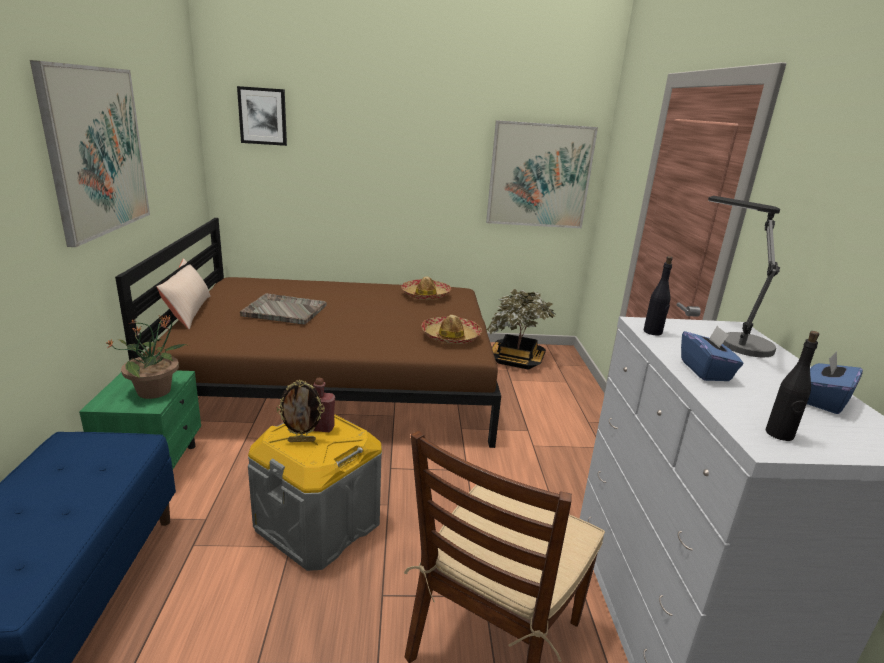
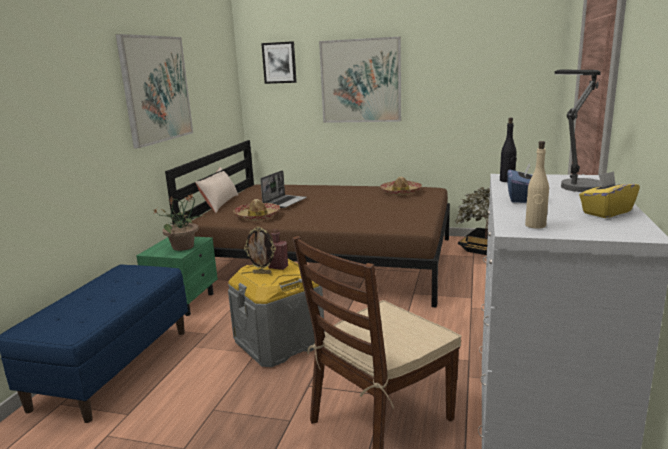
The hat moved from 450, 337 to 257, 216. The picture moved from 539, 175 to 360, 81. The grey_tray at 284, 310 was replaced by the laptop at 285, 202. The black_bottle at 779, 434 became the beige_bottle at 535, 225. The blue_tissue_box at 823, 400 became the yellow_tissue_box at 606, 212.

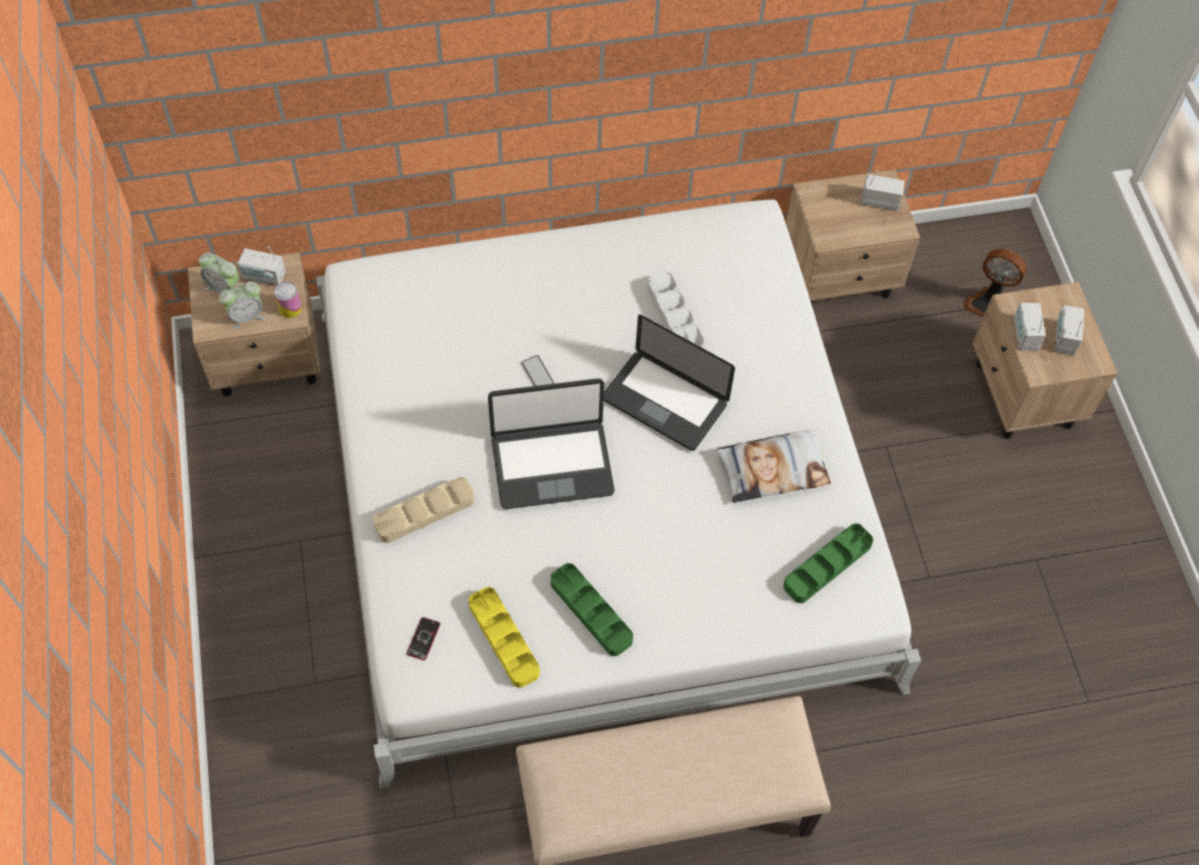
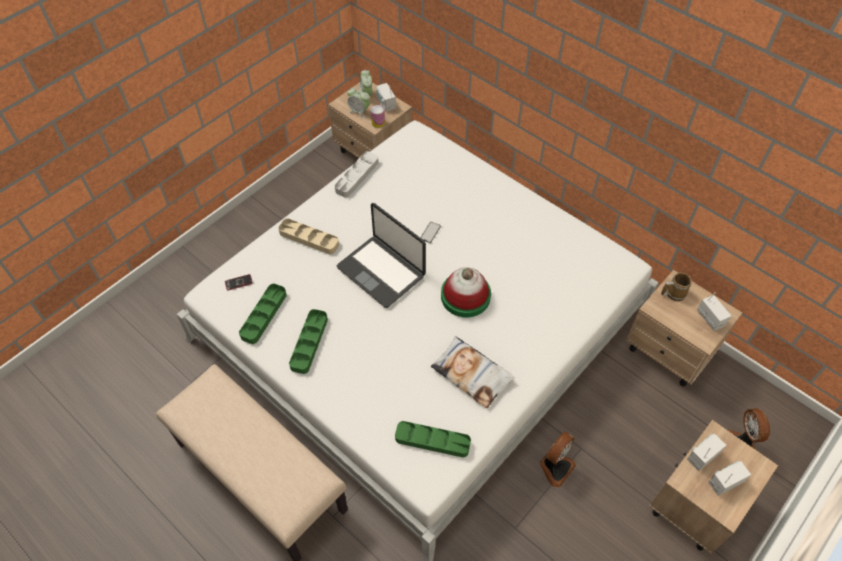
The fan at 555, 467 appeared. The mug at 674, 292 appeared. The grey_tray moved from 674, 317 to 357, 176. The laptop at 664, 402 was replaced by the hat at 465, 296. The yellow_tray at 504, 639 became the green_tray at 264, 315.

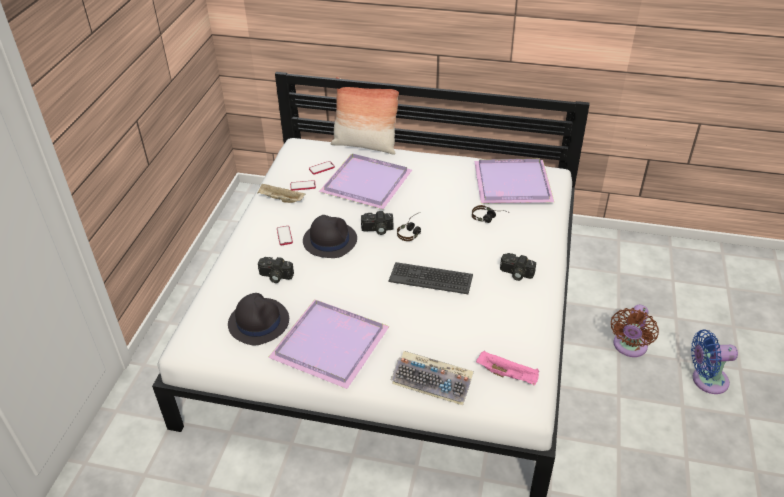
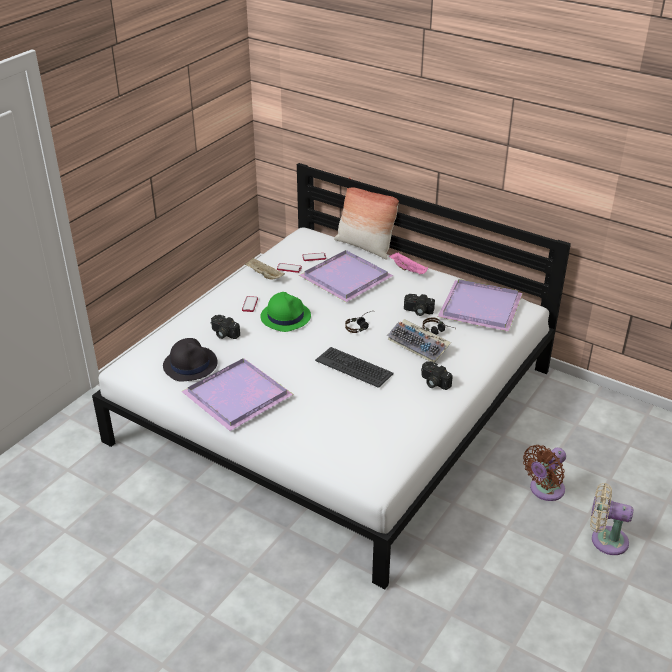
The photo_camera moved from 377, 230 to 418, 311. The keyboard moved from 433, 382 to 419, 345. The pink_tray moved from 508, 375 to 408, 270. The black_hat at 329, 240 became the green_hat at 285, 316. The blue_fan at 706, 380 became the beige_fan at 605, 539.

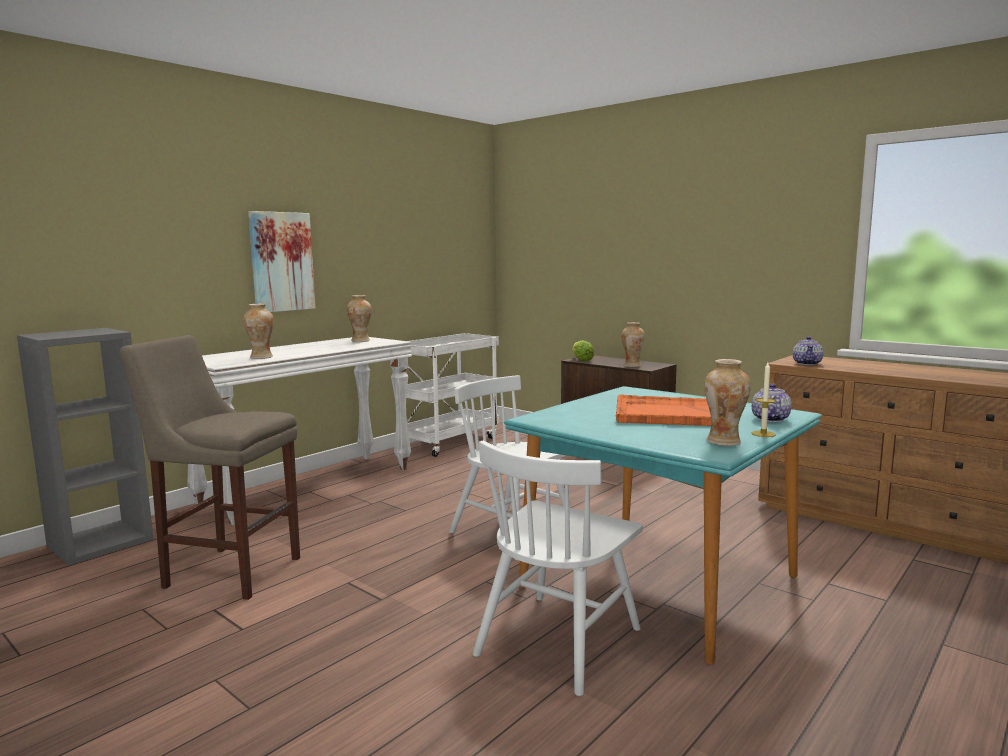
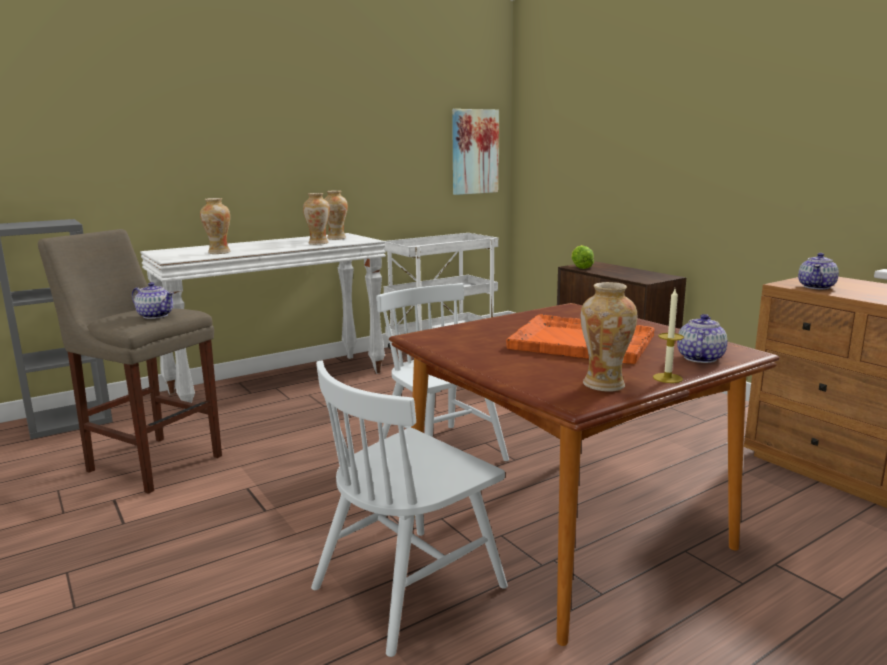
The teapot at 155, 315 appeared. The picture moved from 281, 262 to 474, 152. The vase moved from 632, 366 to 318, 243. The turquoise_dining_table at 658, 581 became the brown_dining_table at 564, 531.

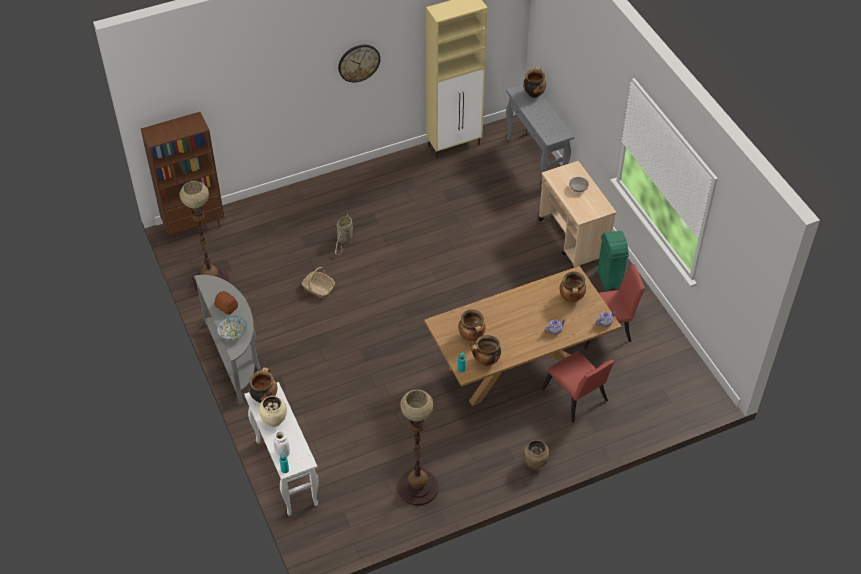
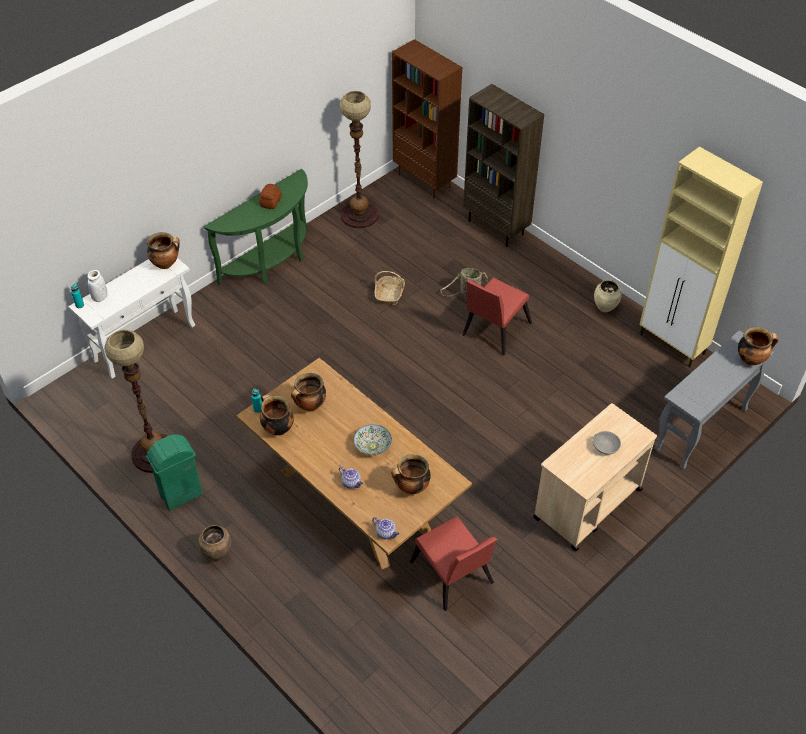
The wall_clock at 358, 62 disappeared. The brown_bookcase at 496, 227 appeared. The bowl moved from 233, 333 to 373, 446. The beige_vase moved from 274, 421 to 605, 307. The red_chair moved from 576, 398 to 493, 331. The green_trash_can moved from 609, 280 to 181, 495. The grey_console_table at 236, 358 became the green_console_table at 271, 263.

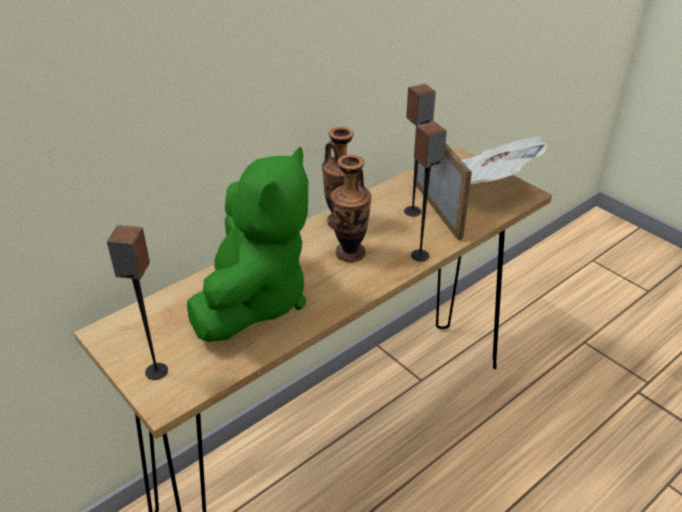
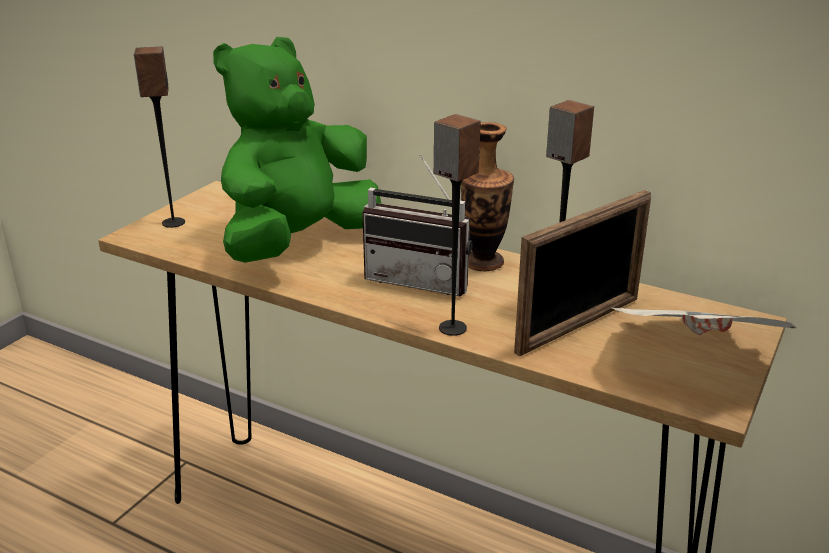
The vase at 350, 253 was replaced by the radio at 421, 280. The green_plush_toy at 254, 300 turned 135 degrees clockwise.

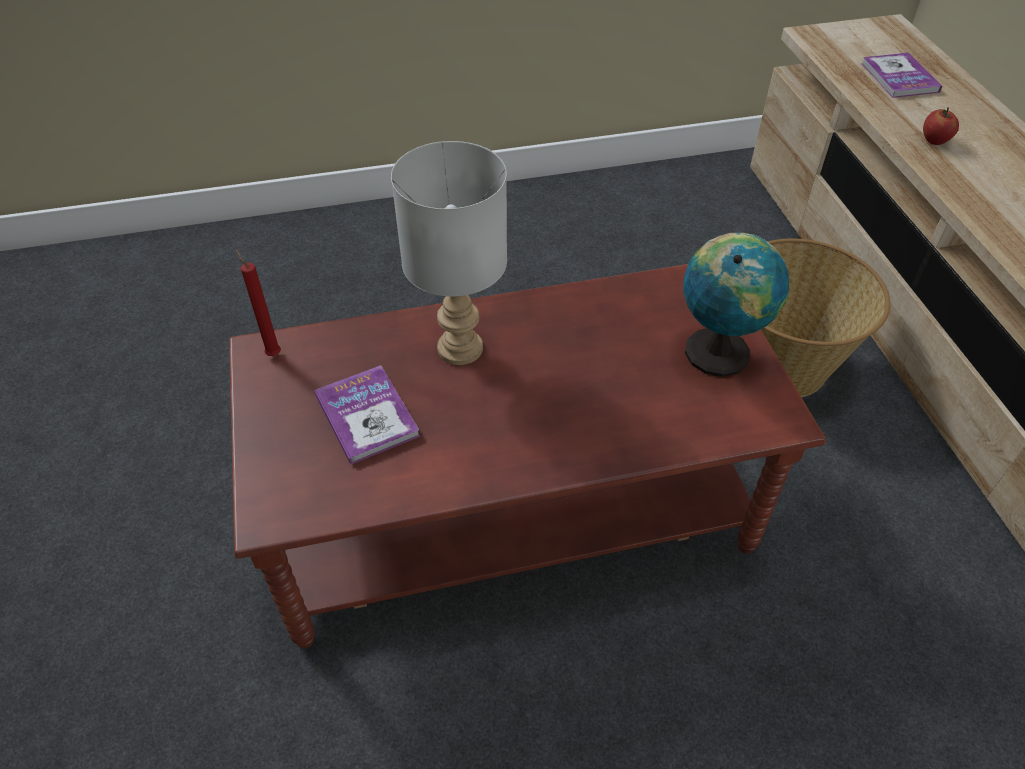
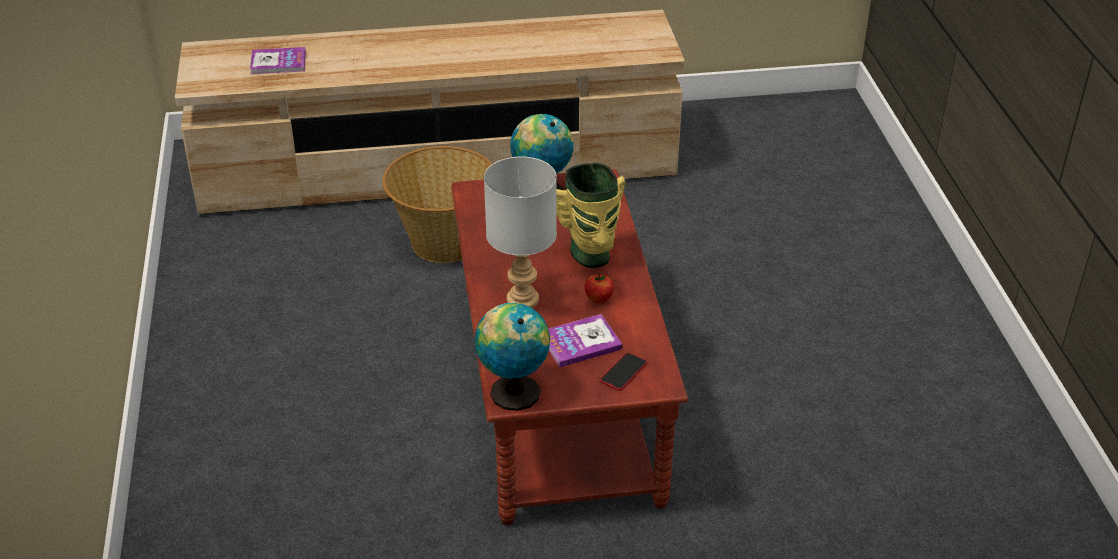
The vase at 591, 256 appeared. The phone at 623, 372 appeared. The apple moved from 934, 141 to 598, 299. The red_candle at 272, 353 was replaced by the globe at 512, 391.

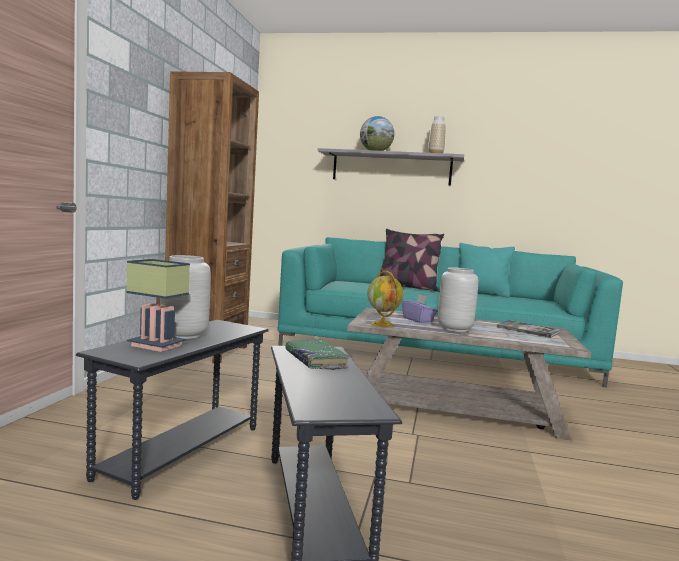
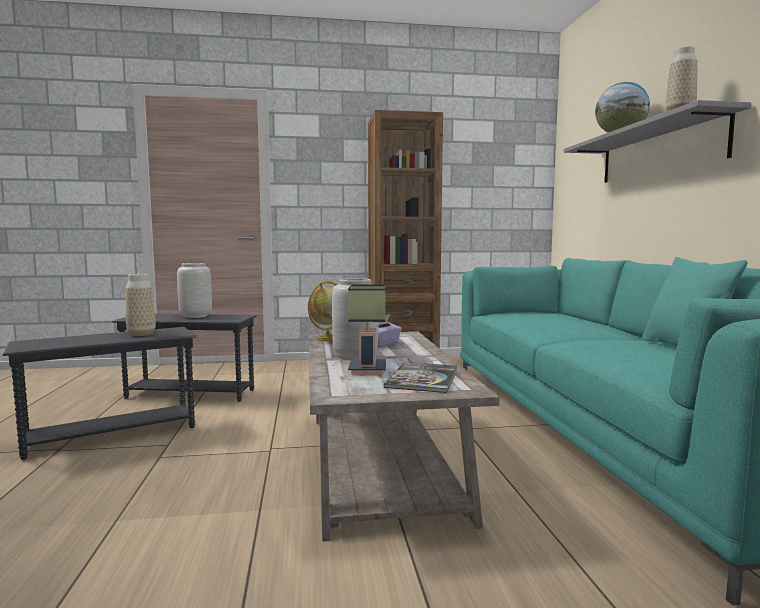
The pillow at 407, 287 disappeared. The table_lamp moved from 159, 345 to 369, 370. The green_book at 315, 361 was replaced by the vase at 141, 334.

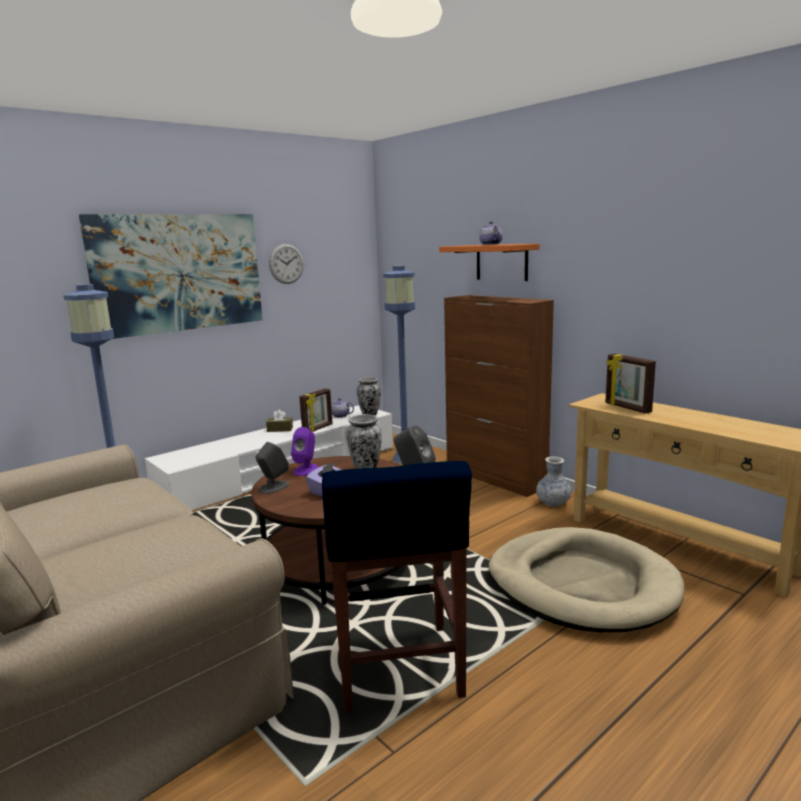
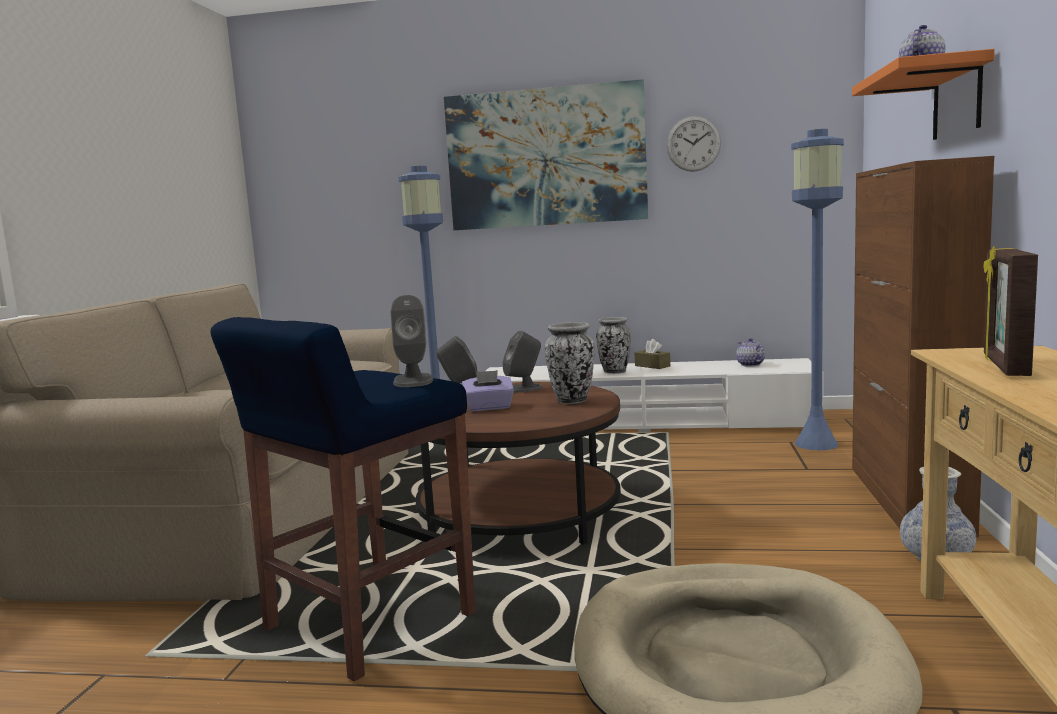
The picture_frame at 318, 429 disappeared. The vase moved from 370, 414 to 614, 372. The purple_speaker at 306, 470 became the grey_speaker at 524, 388.

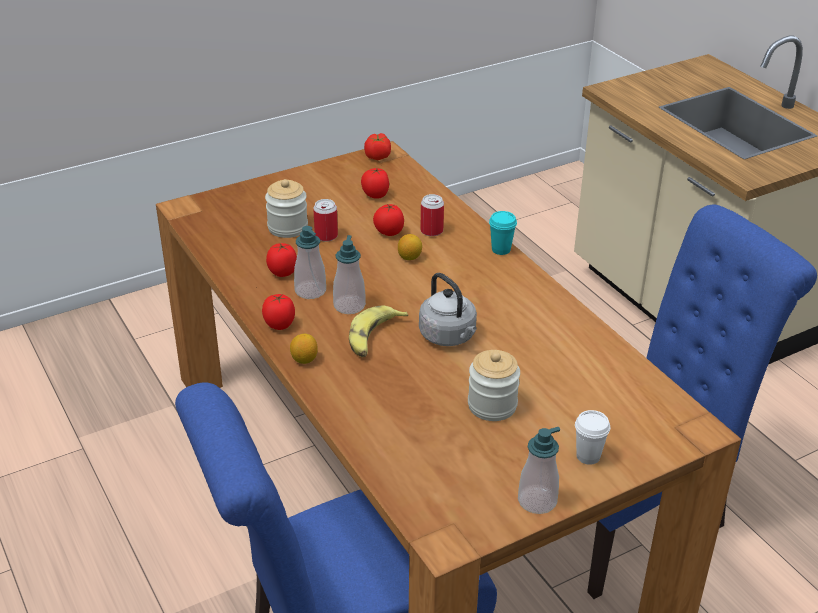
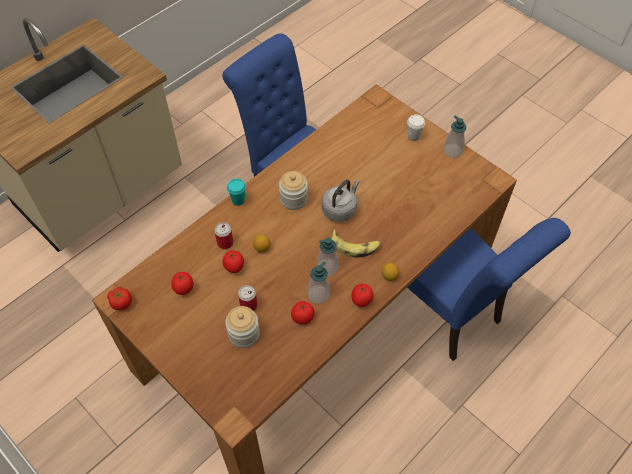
The jar moved from 492, 405 to 293, 199.

